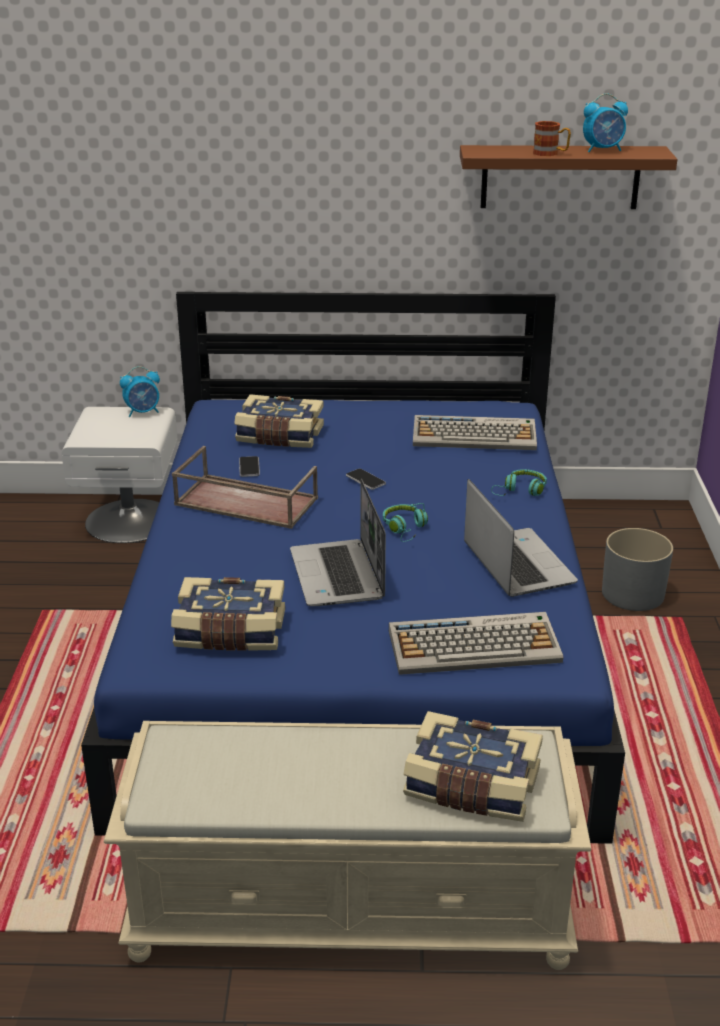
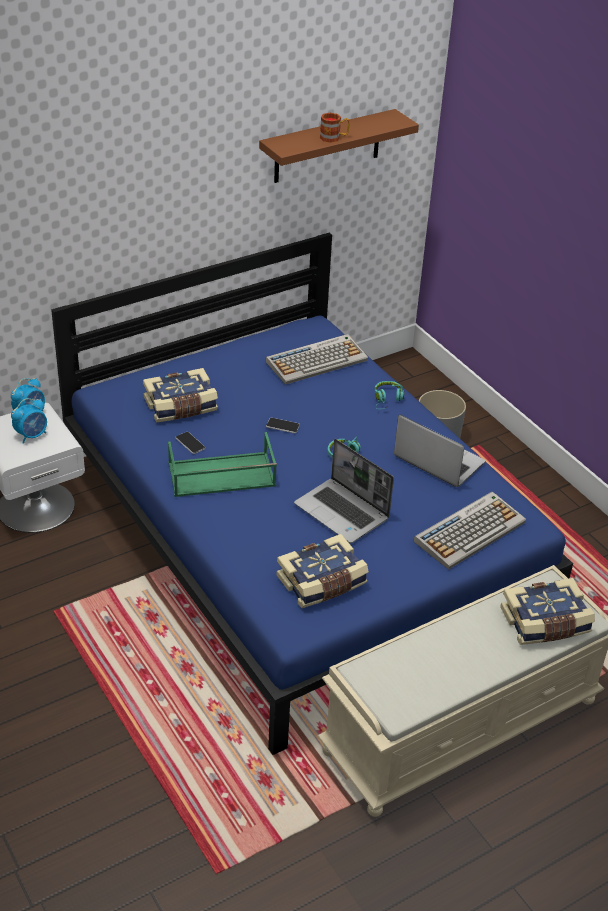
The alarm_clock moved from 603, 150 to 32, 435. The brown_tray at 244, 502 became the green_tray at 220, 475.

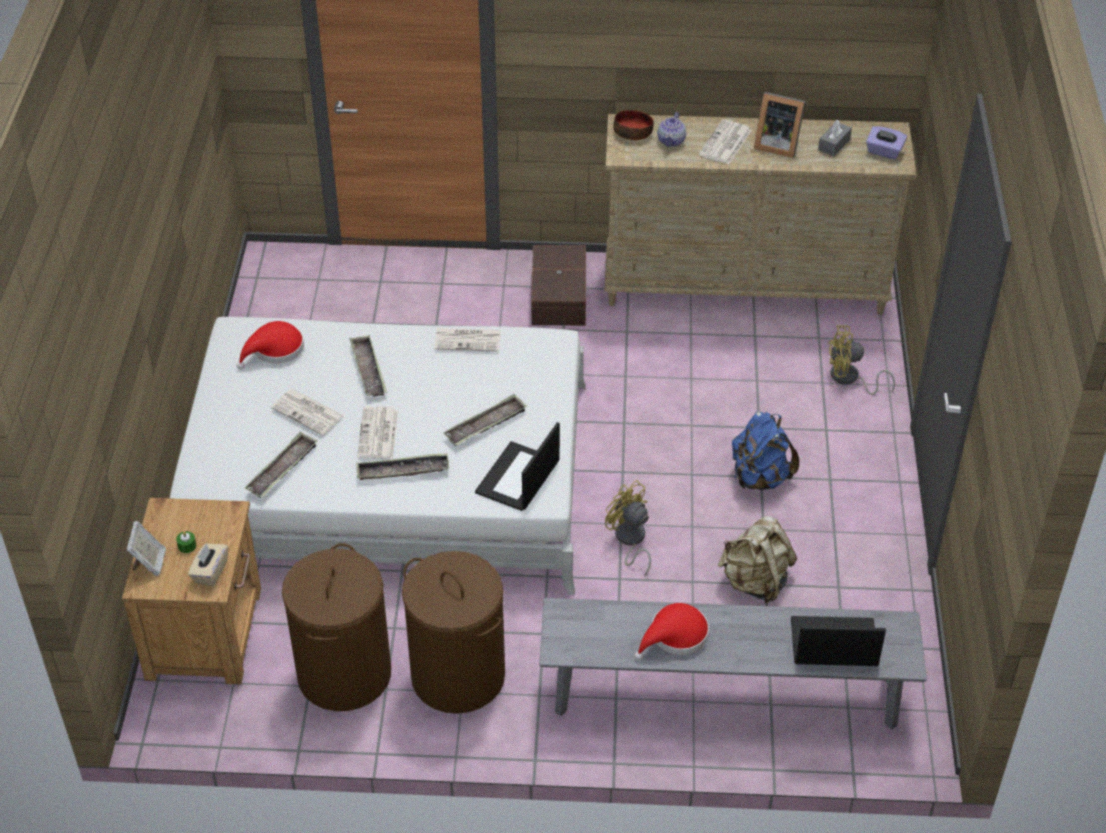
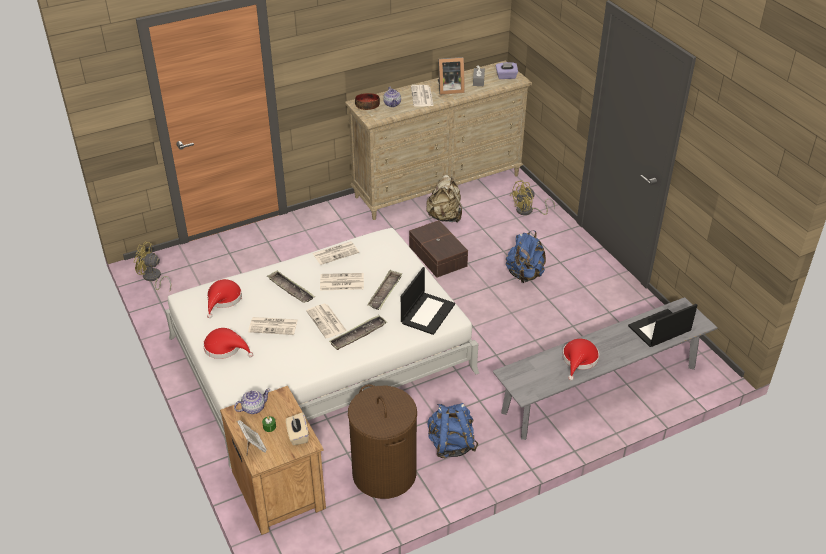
The tray at 282, 469 disappeared. The red_hat at 225, 348 appeared. The teapot at 253, 408 appeared. The newspaper at 341, 282 appeared. The brown_storage_box moved from 557, 297 to 437, 257. The yellow_fan moved from 629, 540 to 153, 278. The beige_backpack moved from 755, 582 to 445, 217. The brown_laundry_basket at 457, 676 was replaced by the blue_backpack at 451, 444. The laptop at 518, 478 turned 150 degrees counterclockwise.

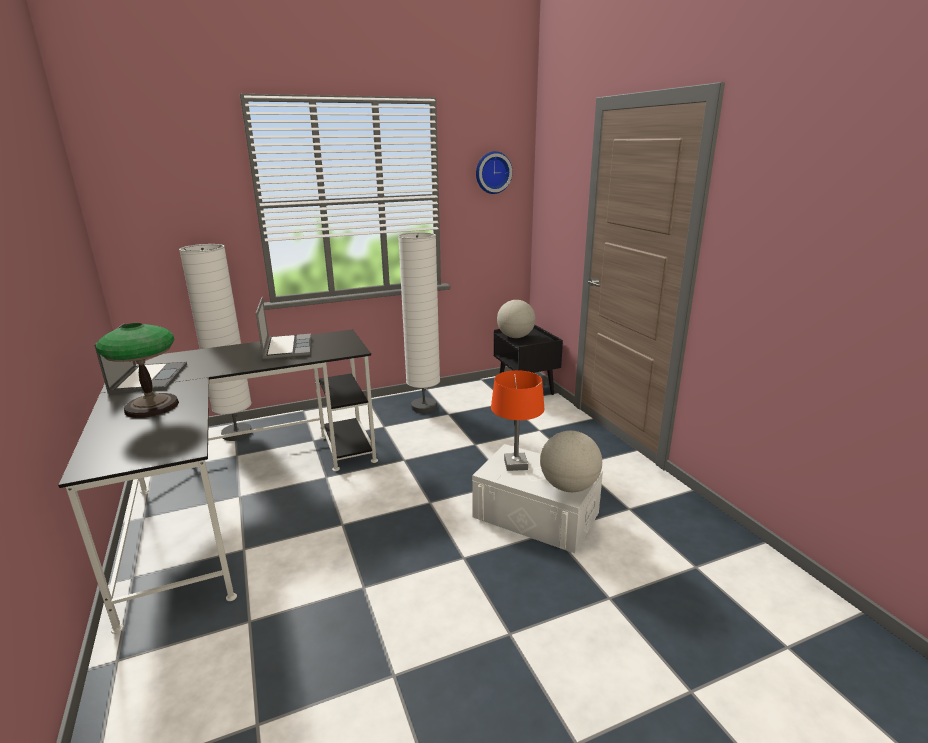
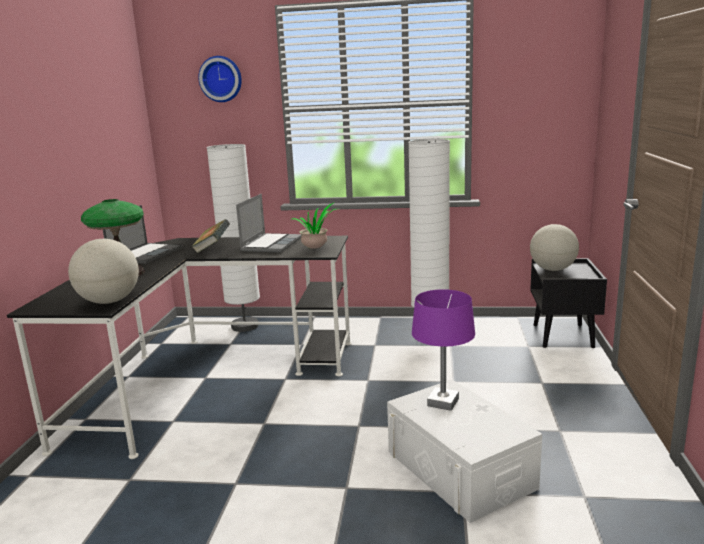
The book at 212, 248 appeared. The potted_plant at 316, 249 appeared. The wall_clock moved from 492, 172 to 221, 79. The globe moved from 569, 487 to 109, 301. The orange_table_lamp at 515, 464 became the purple_table_lamp at 442, 402.

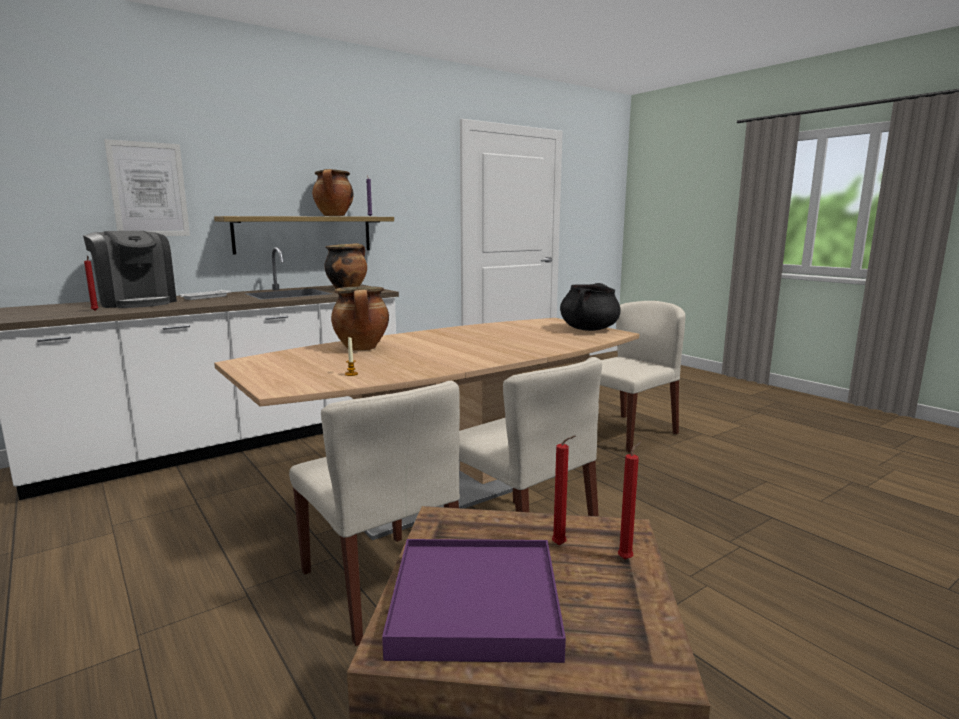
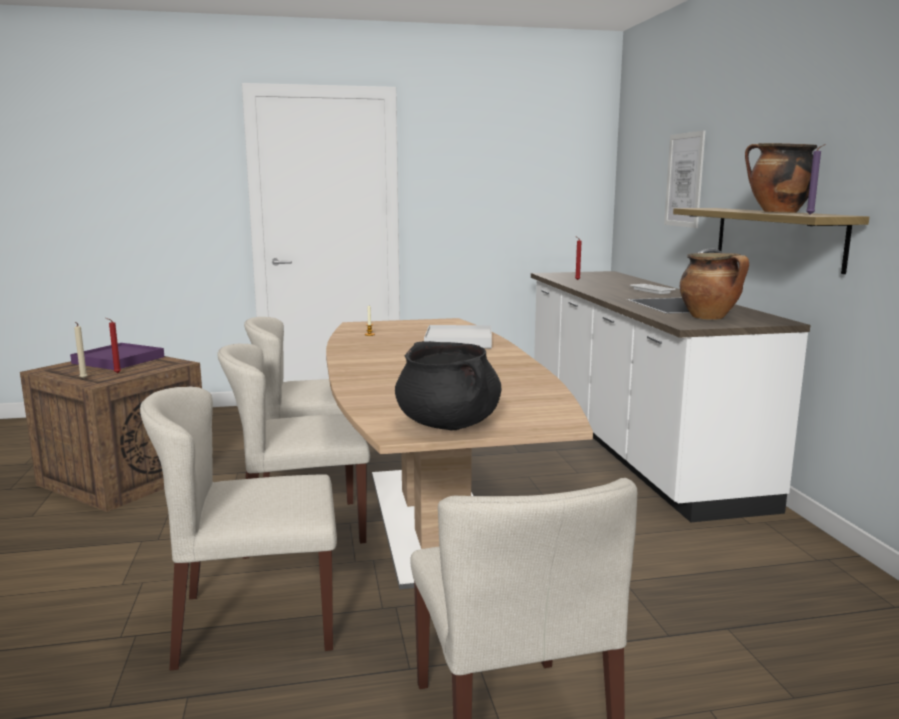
The coffee_machine at 137, 302 disappeared. The beige_chair at 255, 622 appeared. The cooking_pot at 362, 348 was replaced by the white_tray at 458, 341. The red_candle at 627, 558 became the beige_candle at 83, 379.

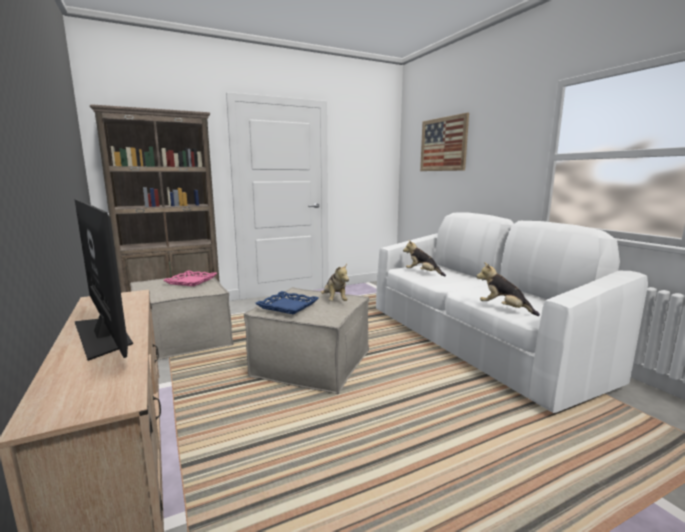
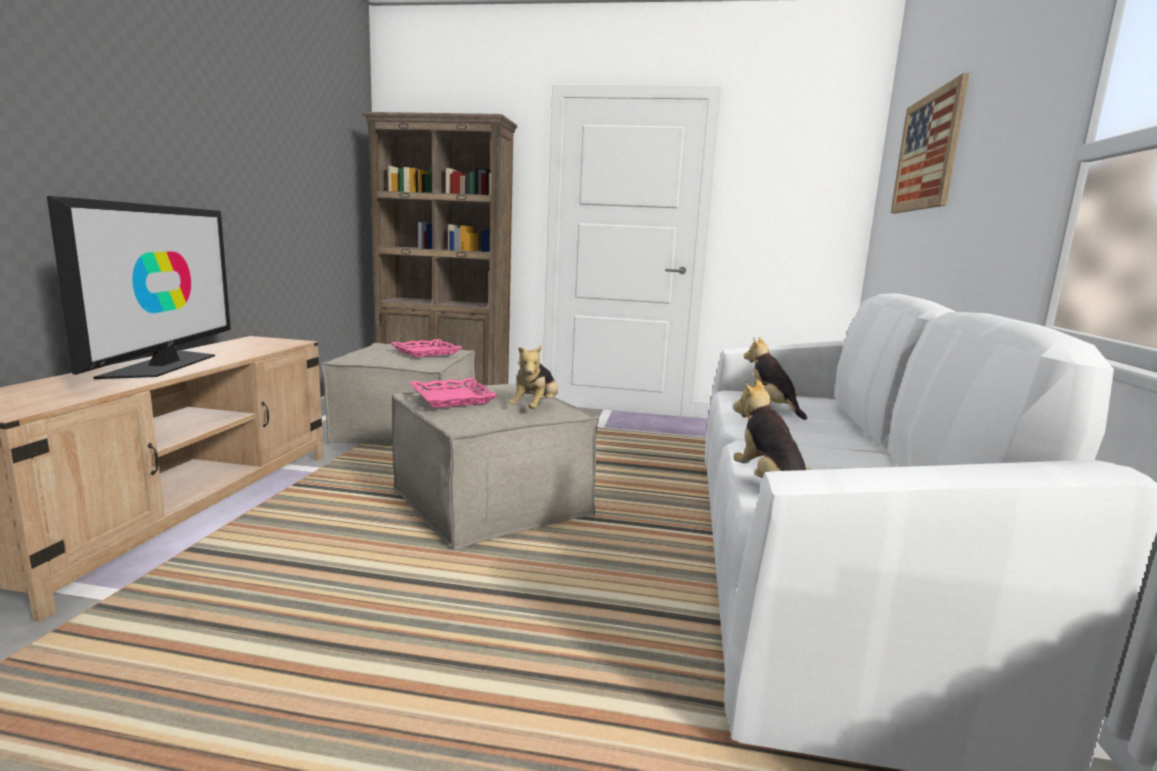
The blue_tray at 288, 306 became the pink_tray at 453, 398.

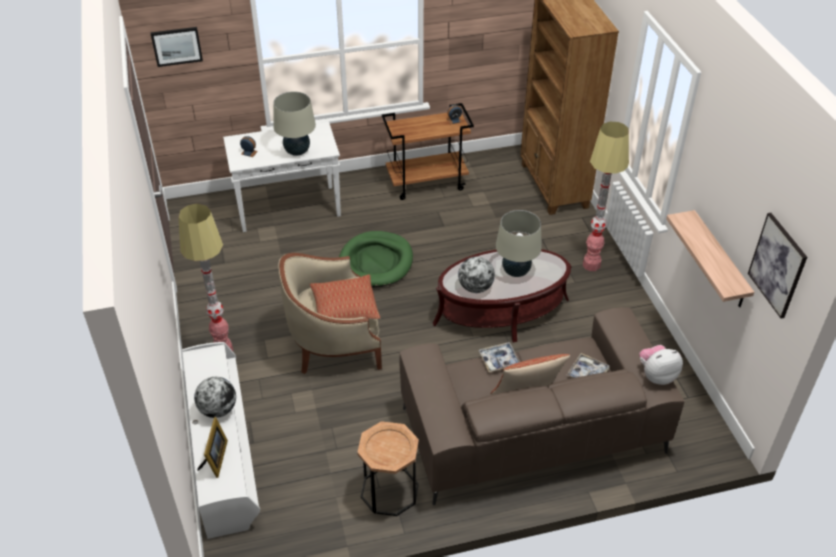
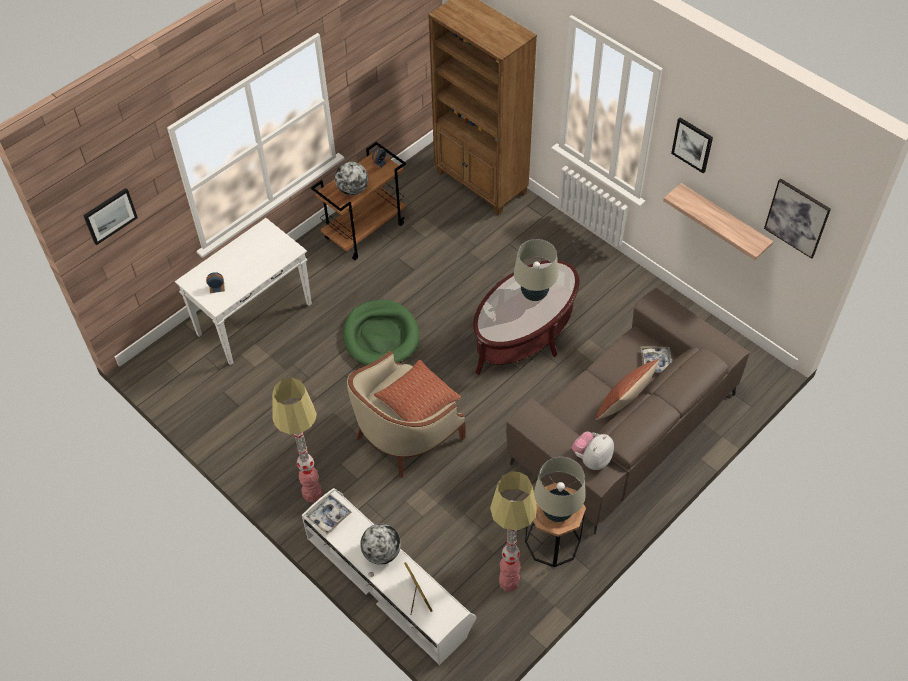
The picture at 692, 144 appeared. The beige_table_lamp moved from 297, 151 to 557, 512. The globe moved from 475, 288 to 353, 190. The tray moved from 499, 360 to 329, 516. The floor_lamp moved from 591, 265 to 509, 581. The plush_toy moved from 656, 375 to 592, 459.

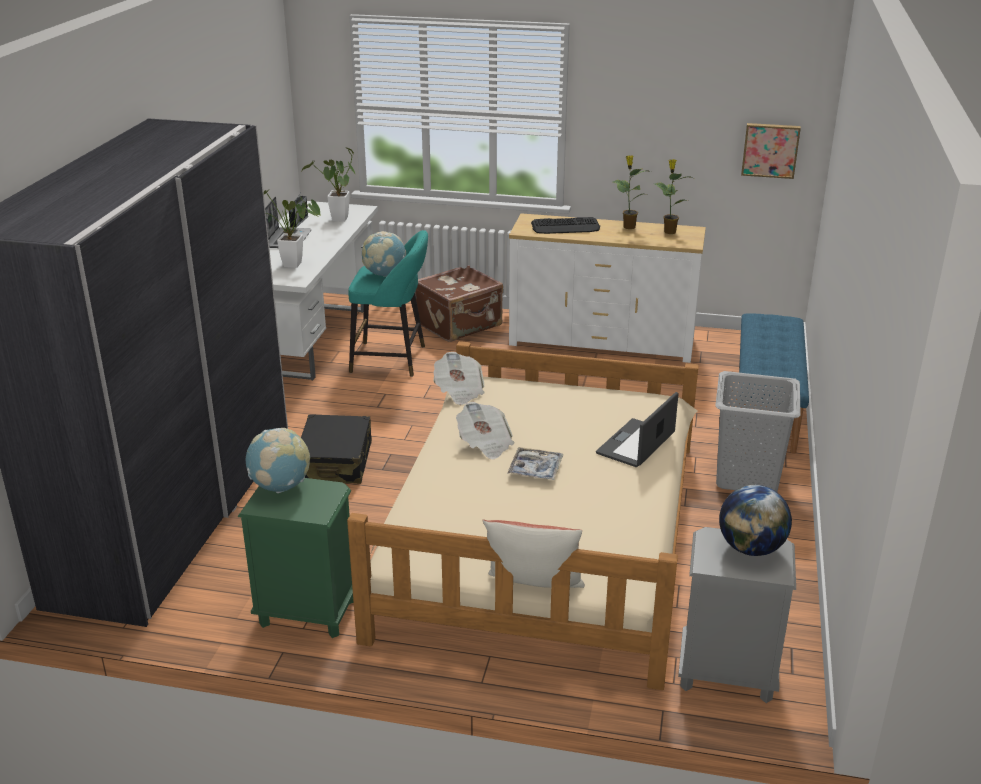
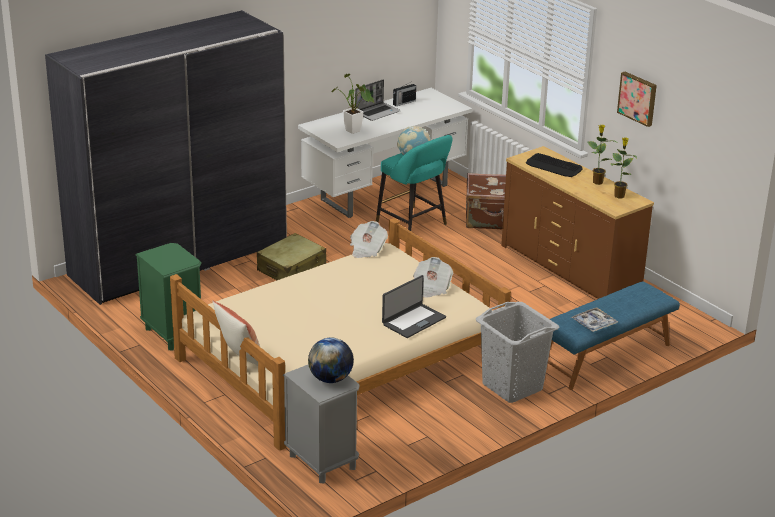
The globe at 280, 486 disappeared. The potted_plant at 338, 220 disappeared. The newspaper moved from 485, 444 to 432, 287. The tray moved from 535, 469 to 594, 324. The picture moved from 770, 150 to 638, 98. The black_suitcase at 335, 462 became the beige_suitcase at 292, 269. The white_dresser at 602, 341 became the brown_dresser at 570, 269. The laptop at 637, 444 turned 150 degrees clockwise.

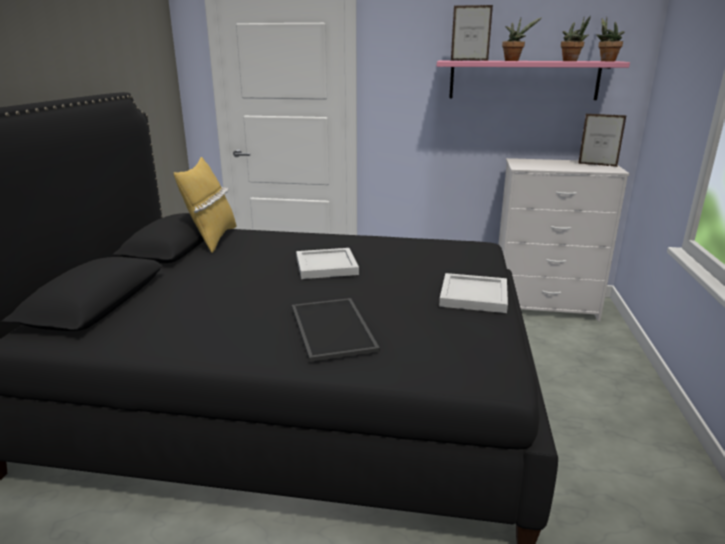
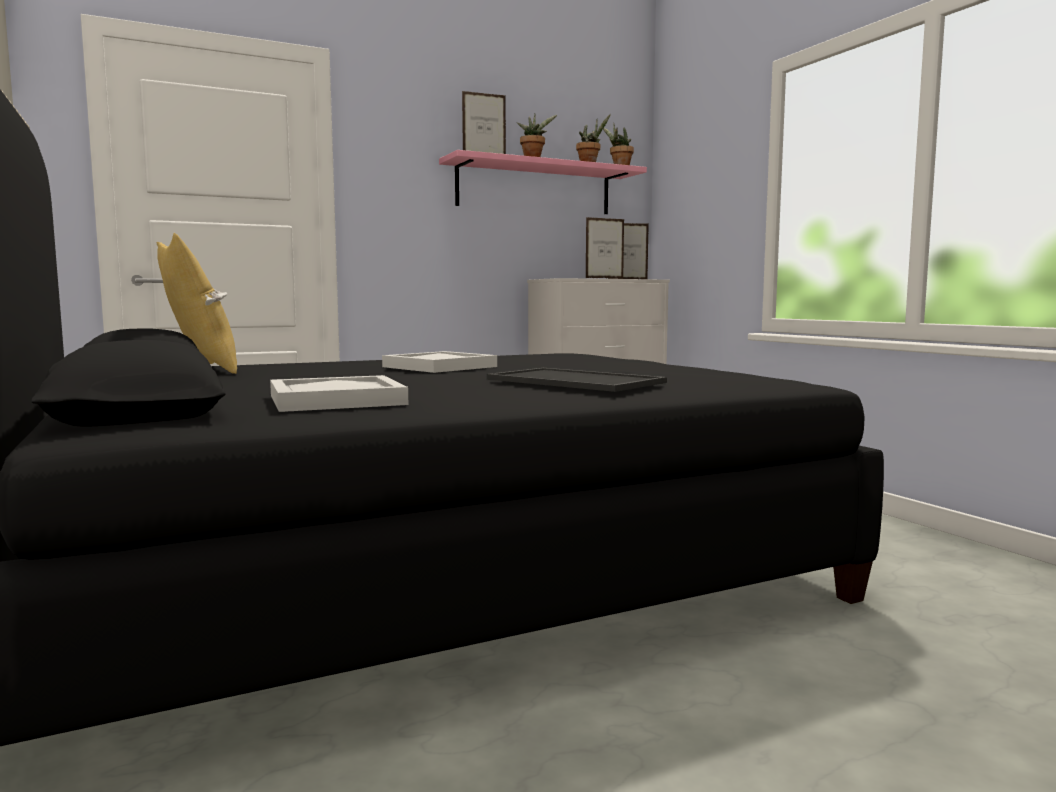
The picture_frame at 604, 278 appeared. The white_tray moved from 475, 295 to 338, 399.

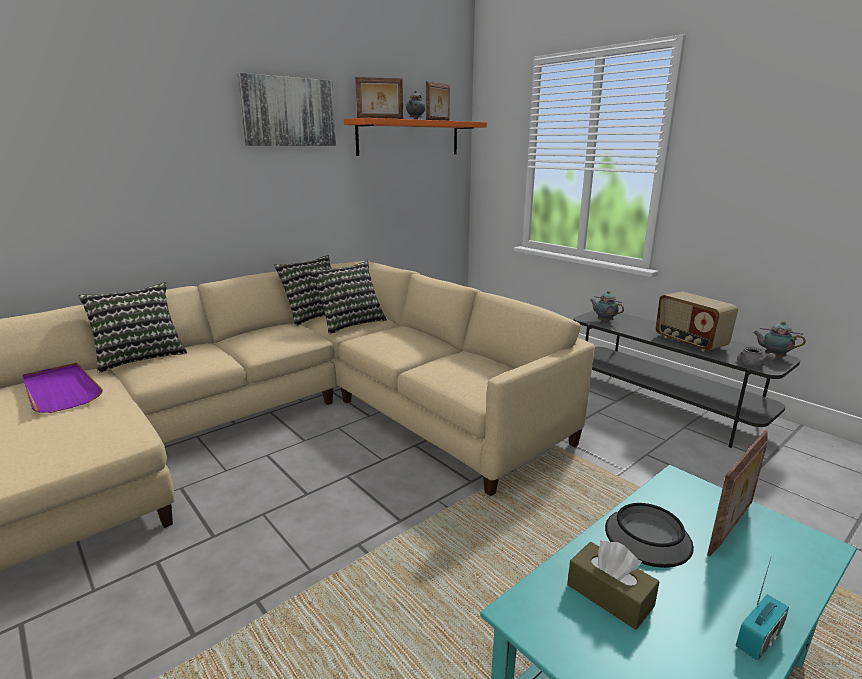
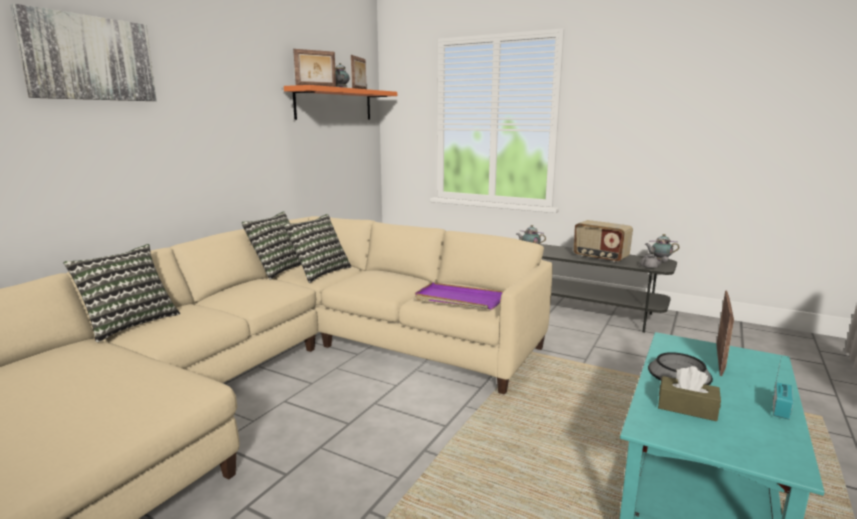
The purple_tray moved from 60, 390 to 458, 299. The picture moved from 288, 112 to 89, 58.

